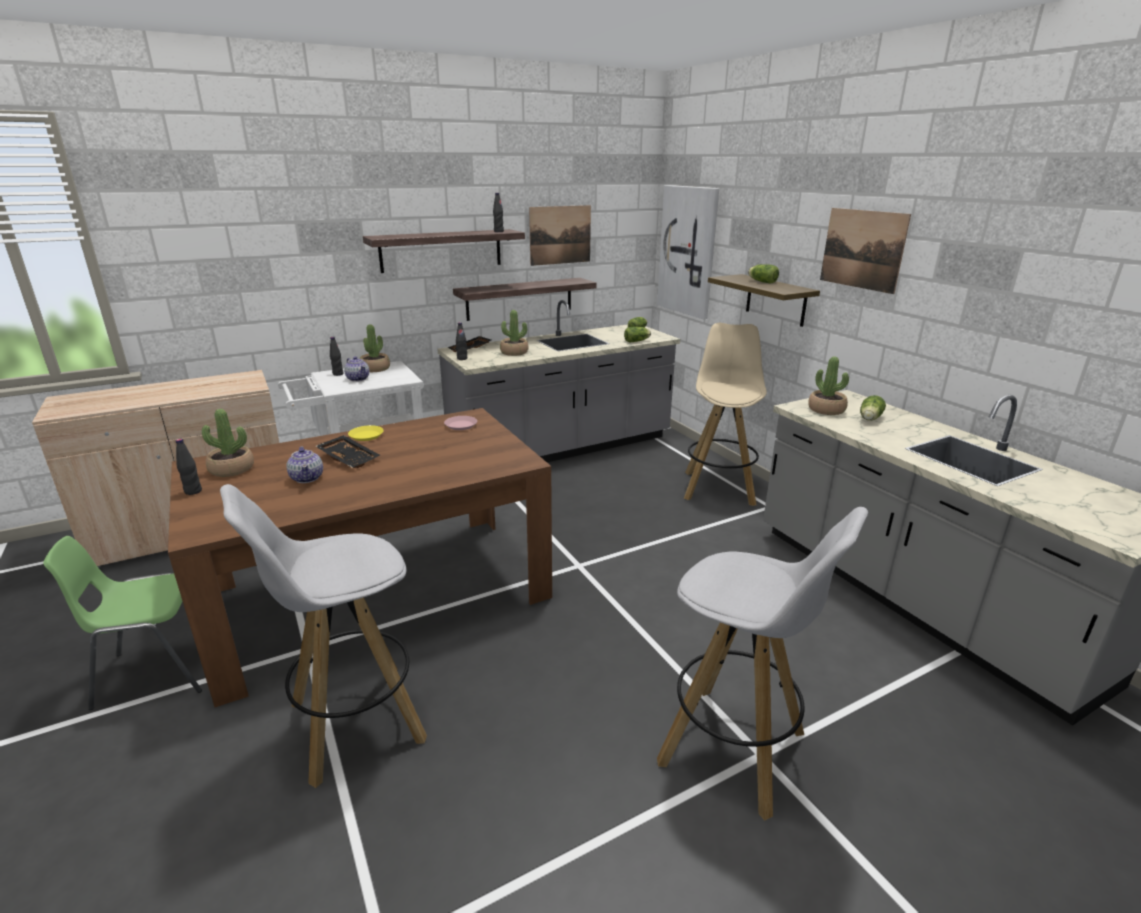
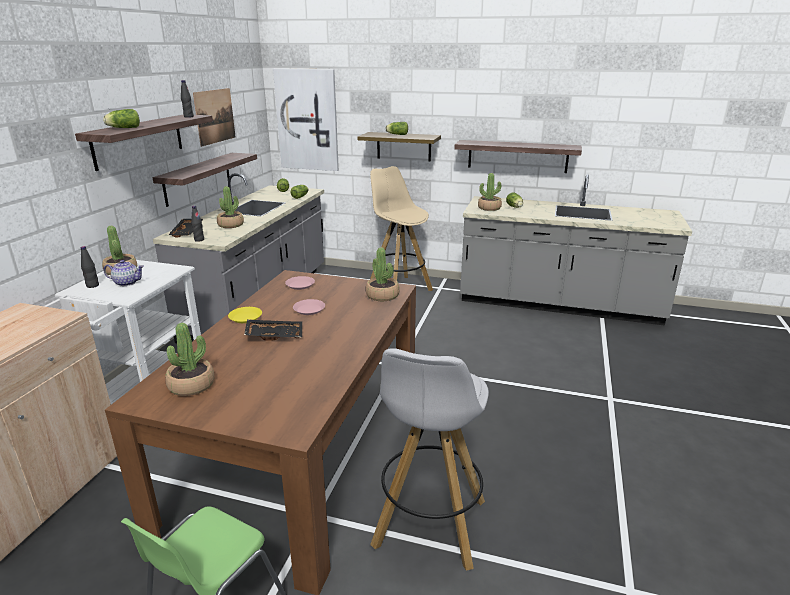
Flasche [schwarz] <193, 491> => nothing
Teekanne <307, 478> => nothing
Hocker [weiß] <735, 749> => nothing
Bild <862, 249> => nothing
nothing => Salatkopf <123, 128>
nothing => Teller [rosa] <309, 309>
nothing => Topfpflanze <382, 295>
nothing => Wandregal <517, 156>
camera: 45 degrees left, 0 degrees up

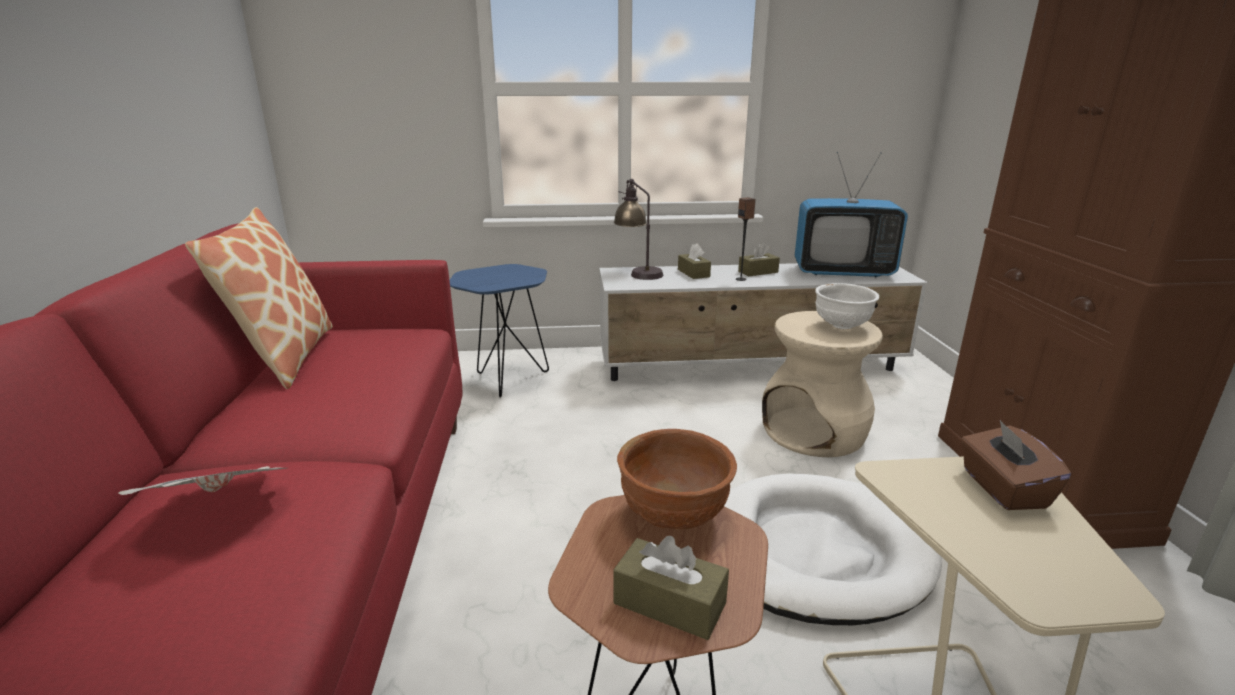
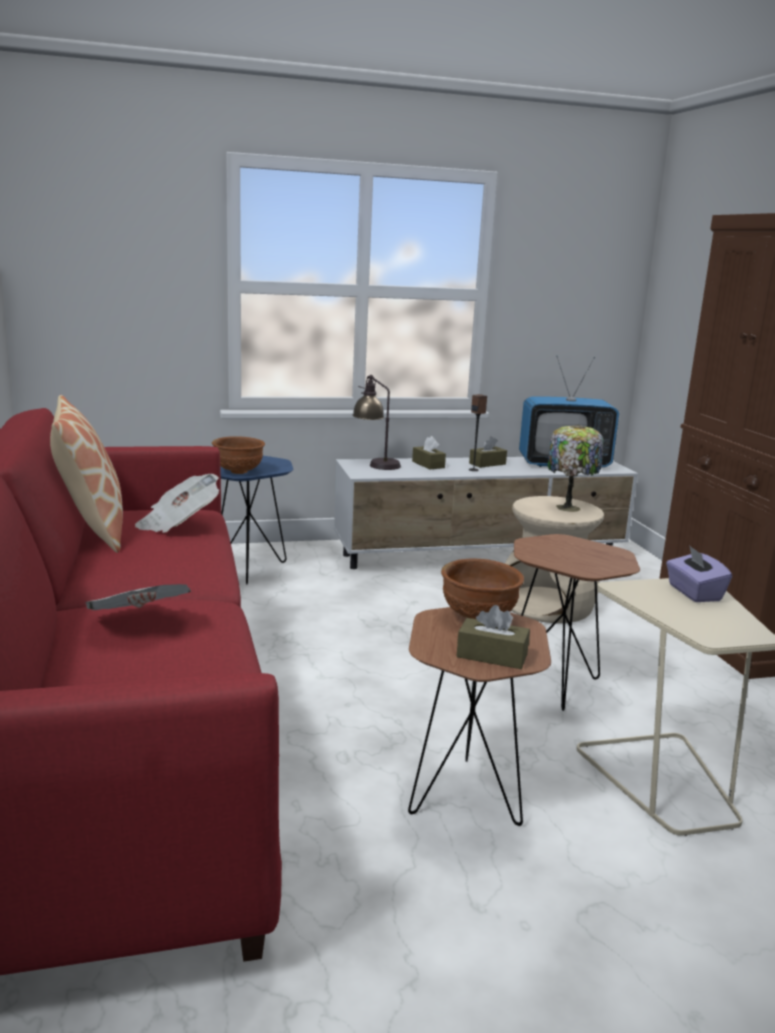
Hundebett [weiß] <812, 552> => Beistelltisch [braun] <558, 686>
Schüssel [weiß] <842, 326> => Tischlampe <569, 507>
Taschentuchbox [braun] <1002, 489> => Taschentuchbox [lila] <693, 593>
nothing => Zeitung <178, 524>
nothing => Schüssel [braun] <239, 472>
camera: 10 degrees left, 5 degrees down

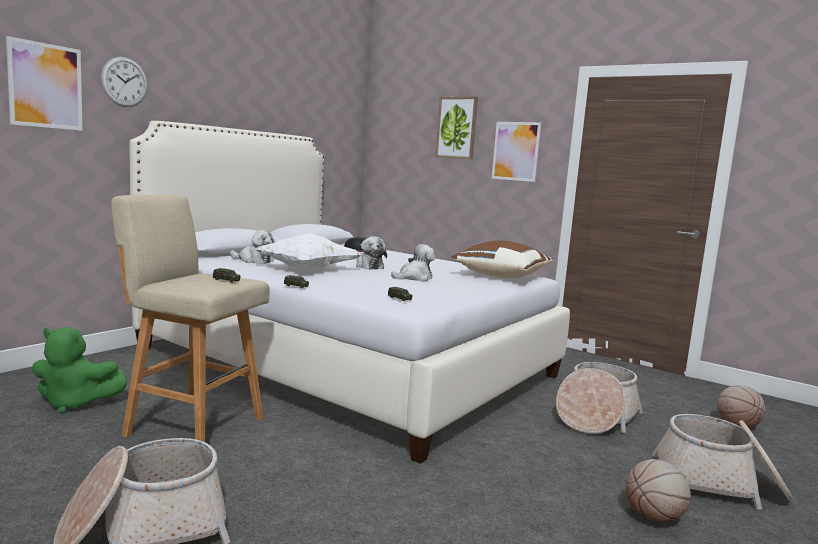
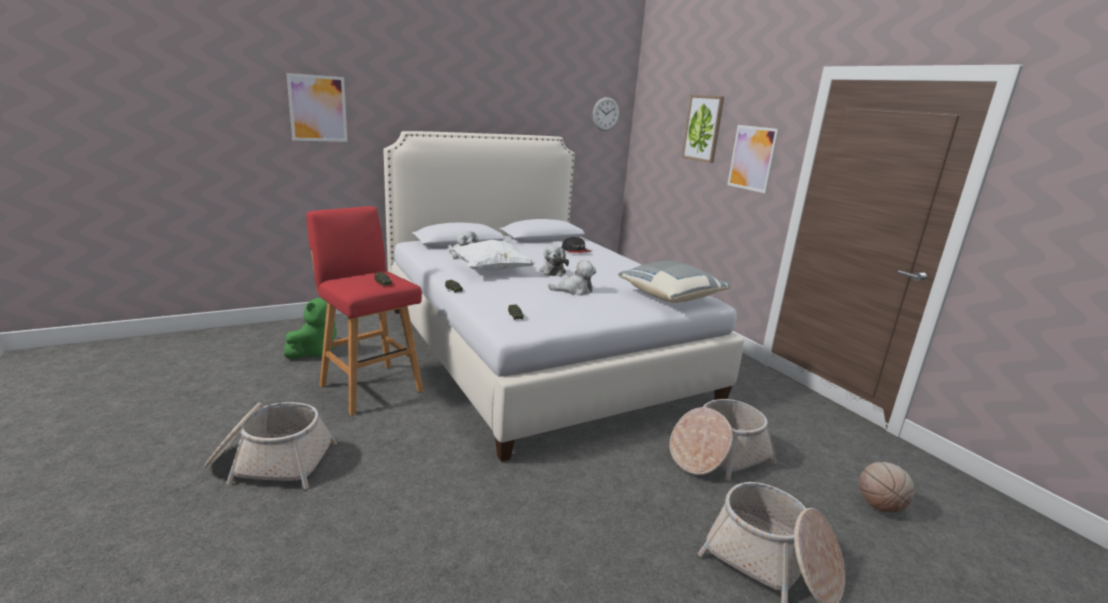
Plüschtier [grün] <75, 403> => Plüschtier [grün] <315, 352>, 90 degrees counterclockwise
Wanduhr <124, 82> => Wanduhr <605, 114>, move
Hocker [beige] <192, 426> => Hocker [rot] <369, 387>
Kissen [braun] <501, 276> => Kissen [grau] <670, 297>
Basketball <653, 518> => nothing
camera: 25 degrees right, 10 degrees up

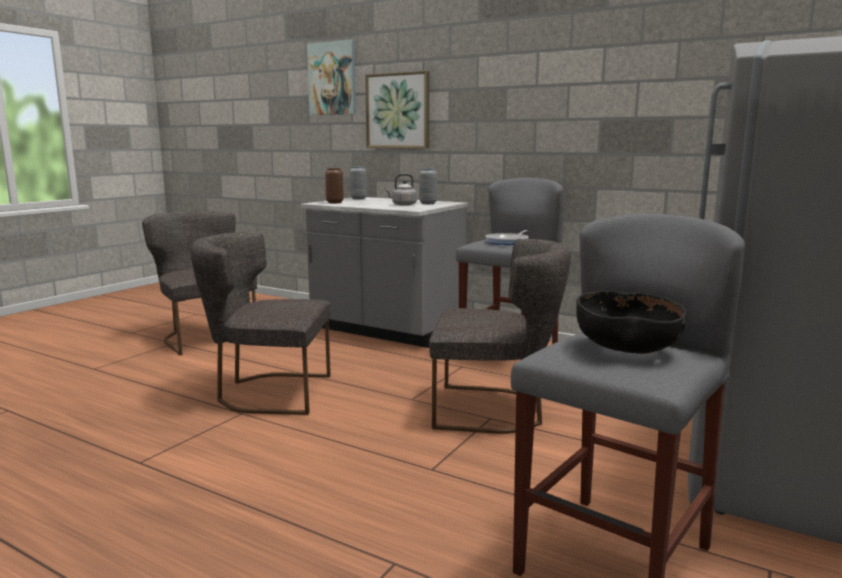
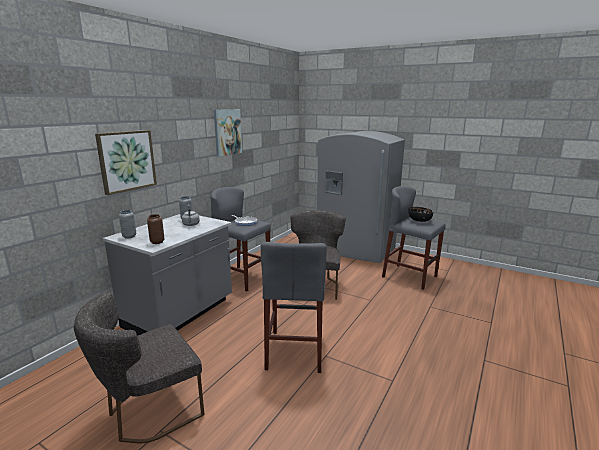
Stuhl [grau] <268, 393> => Hocker [grau] <295, 350>
Bild <332, 78> => Bild <227, 132>, move
camera: 90 degrees left, 5 degrees up

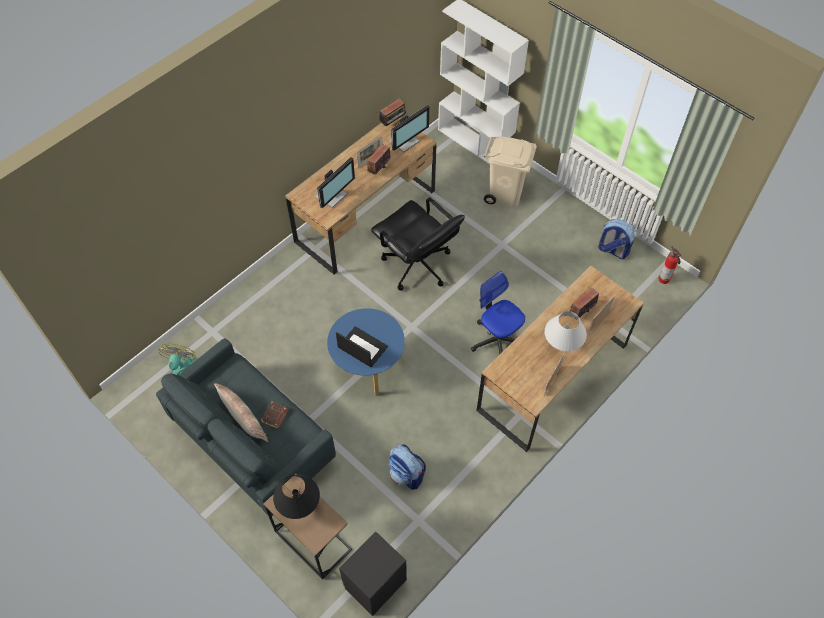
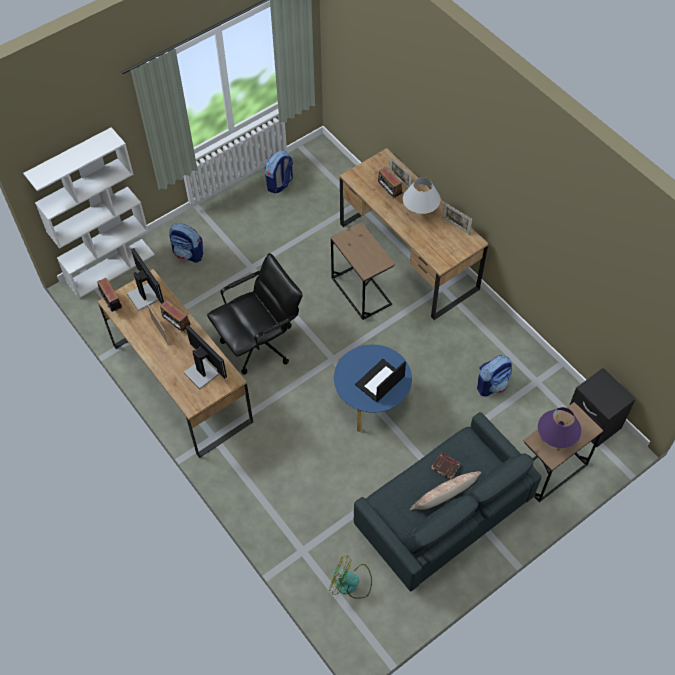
Tischlampe [schwarz] <299, 505> => Tischlampe [lila] <555, 439>
Bürostuhl <497, 339> => Beistelltisch [braun] <361, 291>
Mülleimer [beige] <505, 194> => Rucksack <188, 254>
Feuerlöscher <664, 279> => nothing
camera: 80 degrees left, 0 degrees up

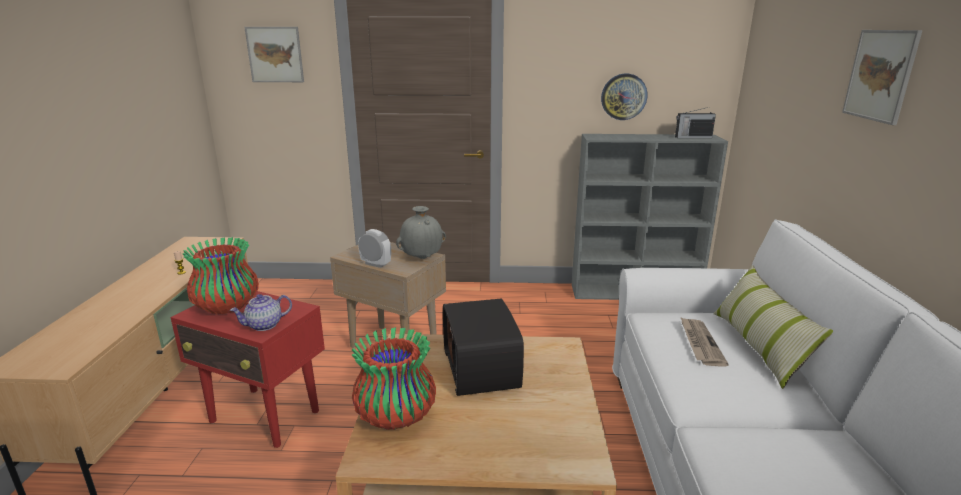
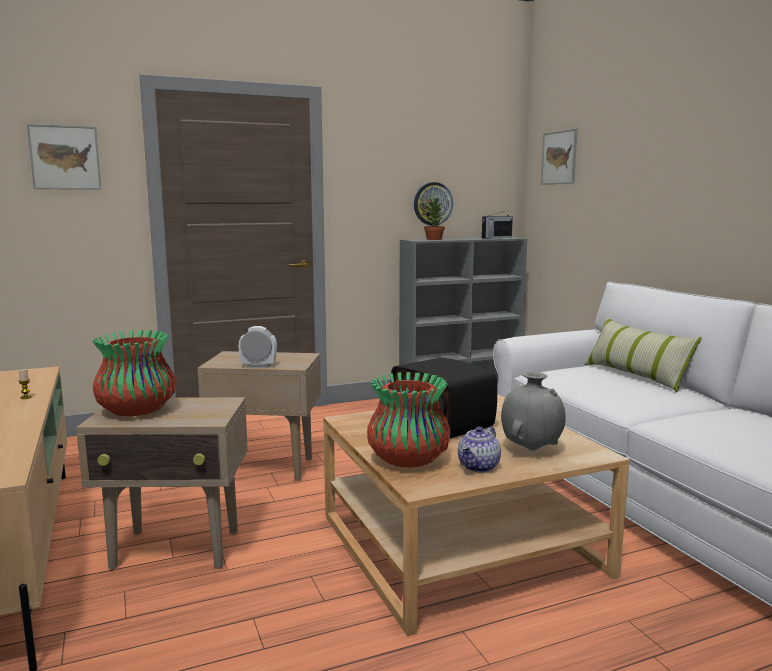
Beistelltisch [rot] <265, 417> => Beistelltisch [beige] <177, 550>
Teekanne <264, 325> => Teekanne <479, 467>, move
Vase [grau] <422, 258> => Vase [grau] <531, 449>, move
Zeitung <700, 343> => nothing
Bild <880, 75> => Bild <559, 157>, move
nothing => Topfpflanze <434, 239>
camera: 25 degrees left, 10 degrees down

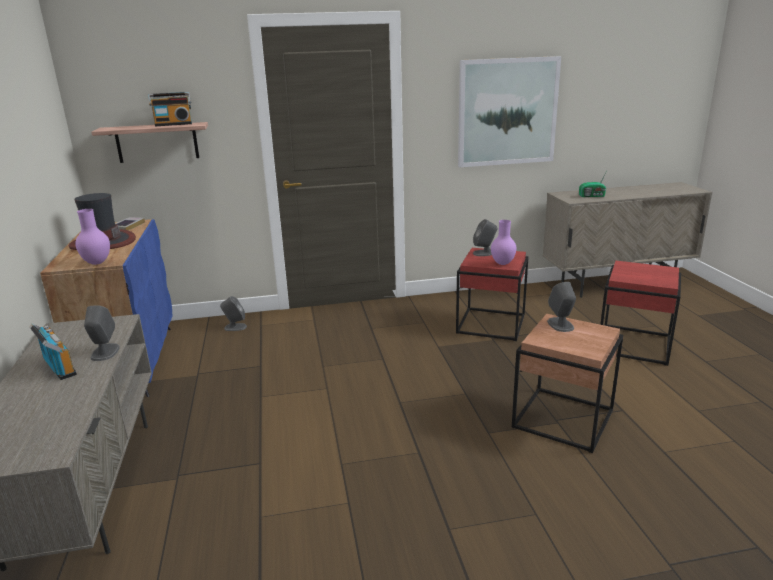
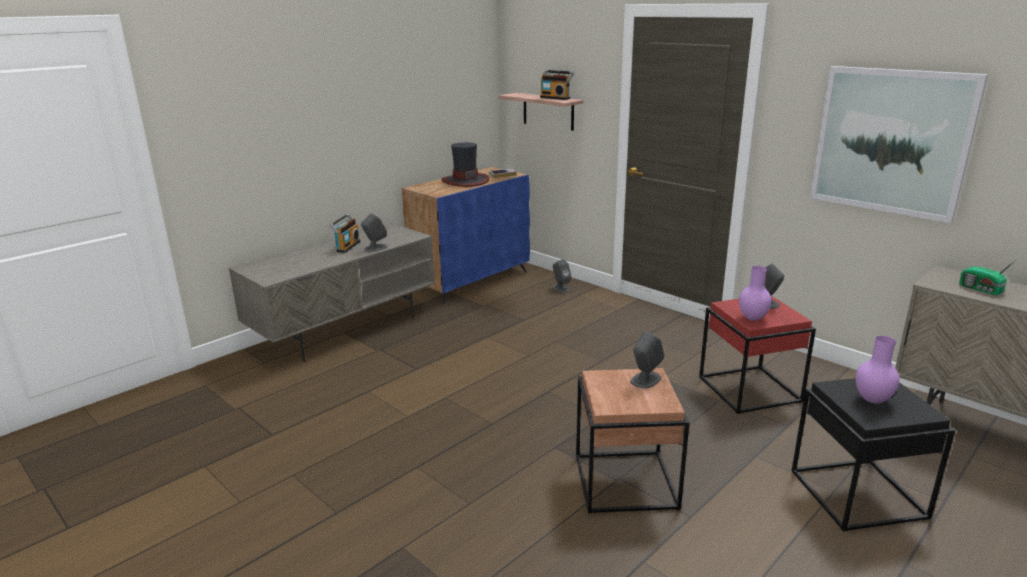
Vase [lila] <98, 262> => Vase [lila] <873, 400>, move
Beistelltisch [rot] <635, 344> => Beistelltisch [schwarz] <859, 495>
camera: 55 degrees right, 0 degrees up

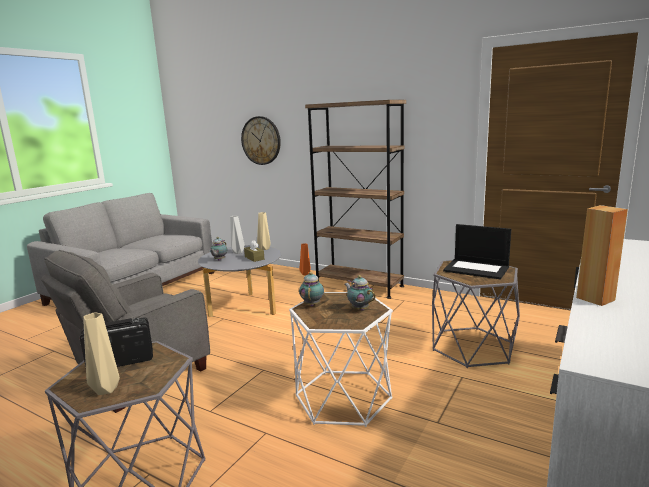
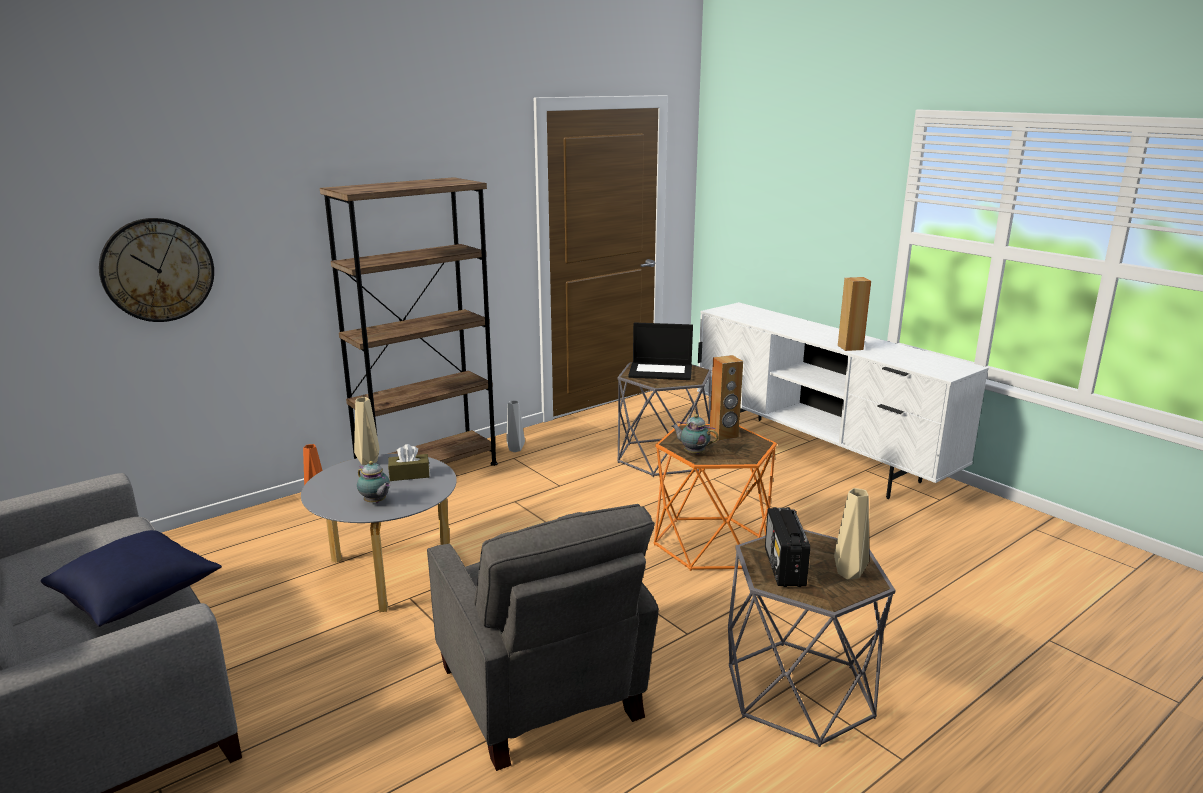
Vase [grau] <238, 252> => Vase [grau] <516, 449>, move
Beistelltisch [weiß] <342, 397> => Beistelltisch [orange] <710, 544>
Teekanne <359, 309> => Lautsprecher [braun] <724, 435>
Laptop <477, 269> => Laptop <661, 371>, 45 degrees clockwise
nothing => Kissen [blau] <137, 596>
camera: 70 degrees left, 5 degrees up

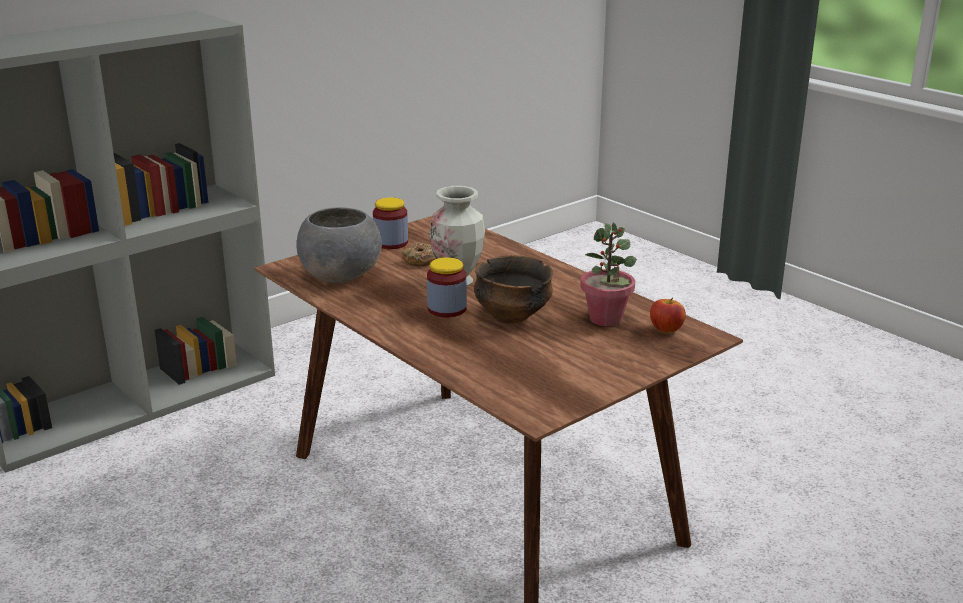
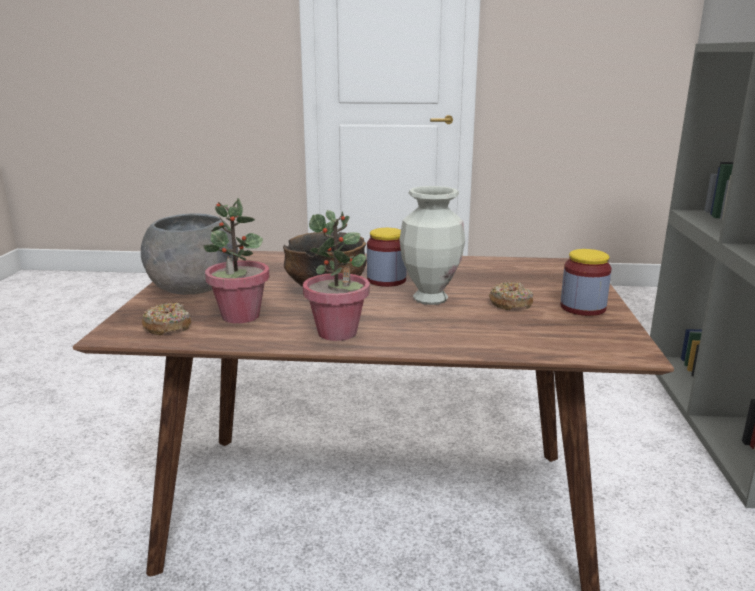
Schüssel [grau] <341, 274> => Schüssel [grau] <194, 289>, move
Apfel <666, 329> => Donut <167, 326>
nothing => Topfpflanze <338, 332>
camera: 135 degrees right, 5 degrees down

